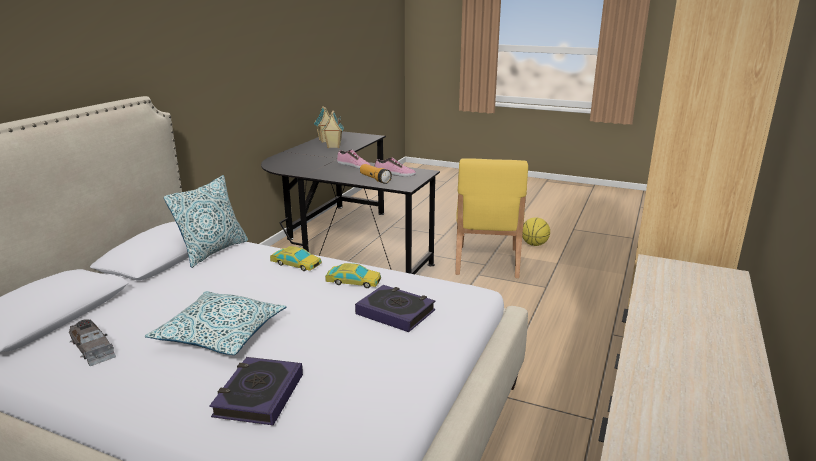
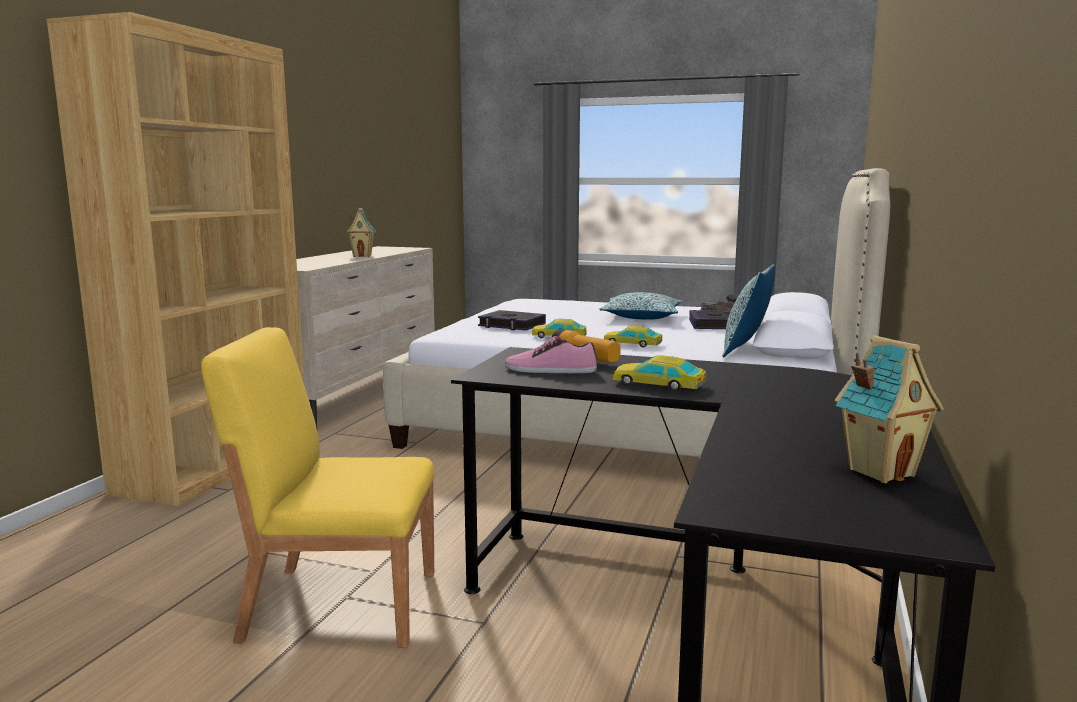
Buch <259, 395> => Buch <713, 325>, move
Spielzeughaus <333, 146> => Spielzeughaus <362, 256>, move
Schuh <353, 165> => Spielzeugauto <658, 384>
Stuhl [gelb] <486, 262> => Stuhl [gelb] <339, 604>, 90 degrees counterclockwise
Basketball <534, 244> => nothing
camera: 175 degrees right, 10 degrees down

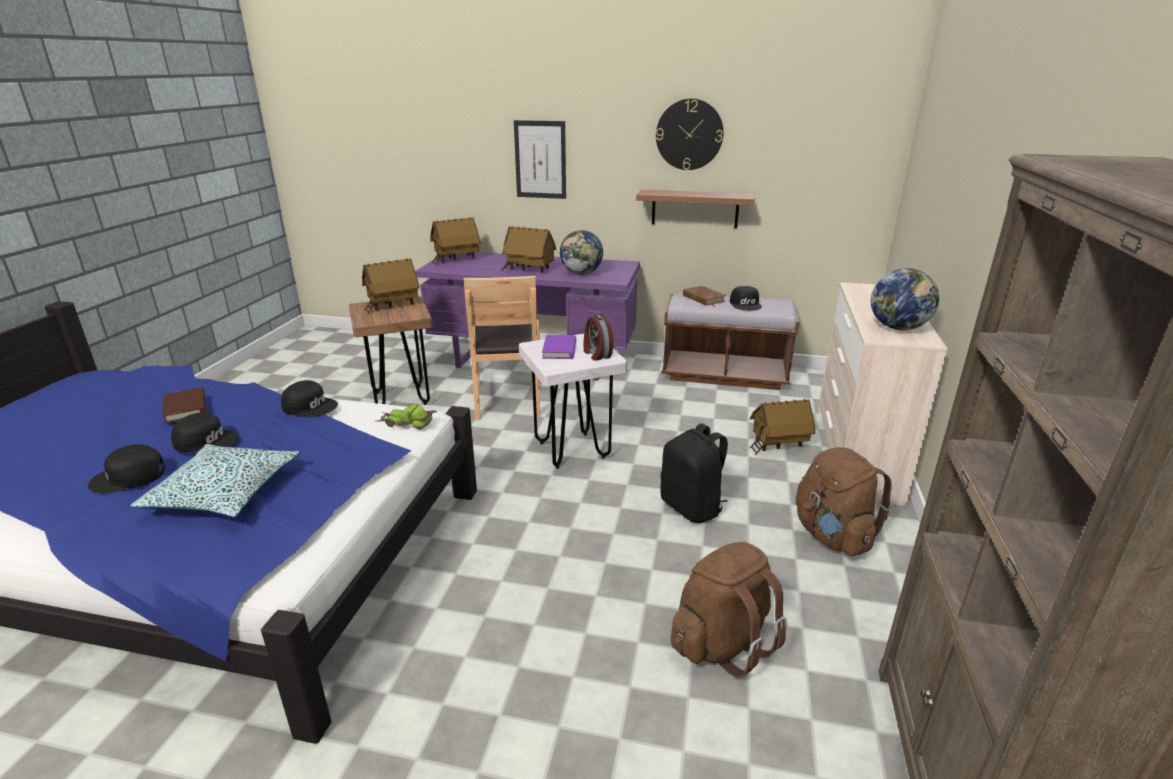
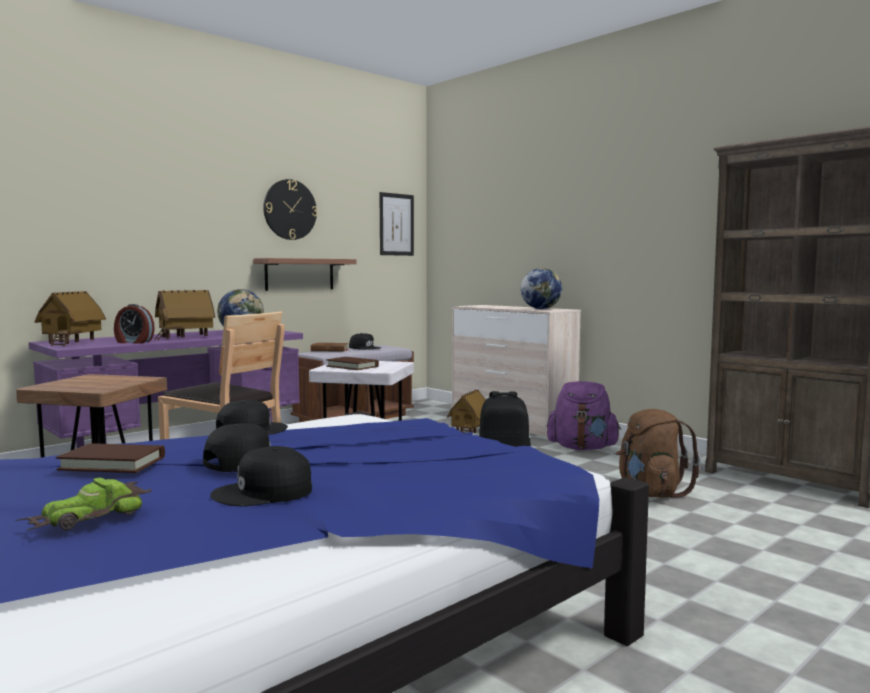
Kappe [schwarz] <129, 477> => Kappe [schwarz] <264, 492>, 60 degrees clockwise
Kissen <224, 493> => nothing
Spielzeughaus <392, 306> => nothing
Spielzeugauto <407, 423> => Spielzeugauto <89, 517>, move
Bild <540, 160> => Bild <396, 224>, move
Buch [lila] <559, 350> => Buch [braun] <352, 366>
Wecker <596, 354> => Wecker <133, 342>, move
Rucksack [braun] <832, 536> => Rucksack [lila] <582, 448>
camera: 55 degrees left, 20 degrees down

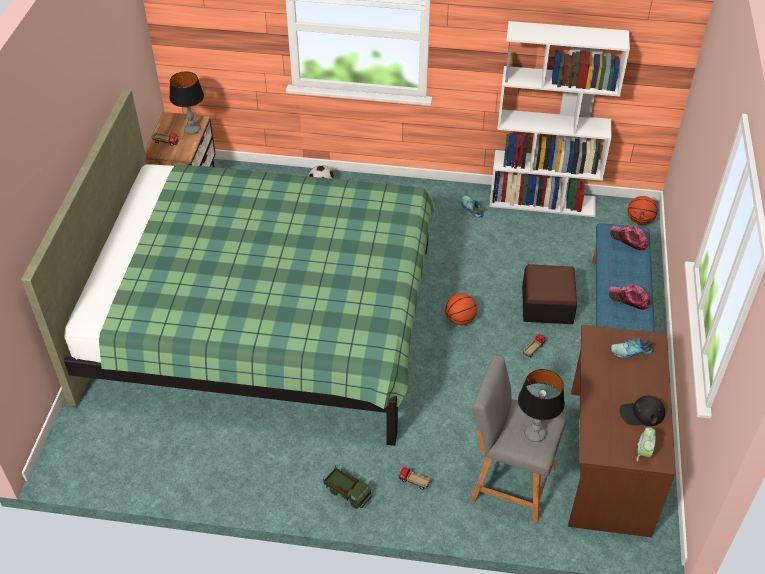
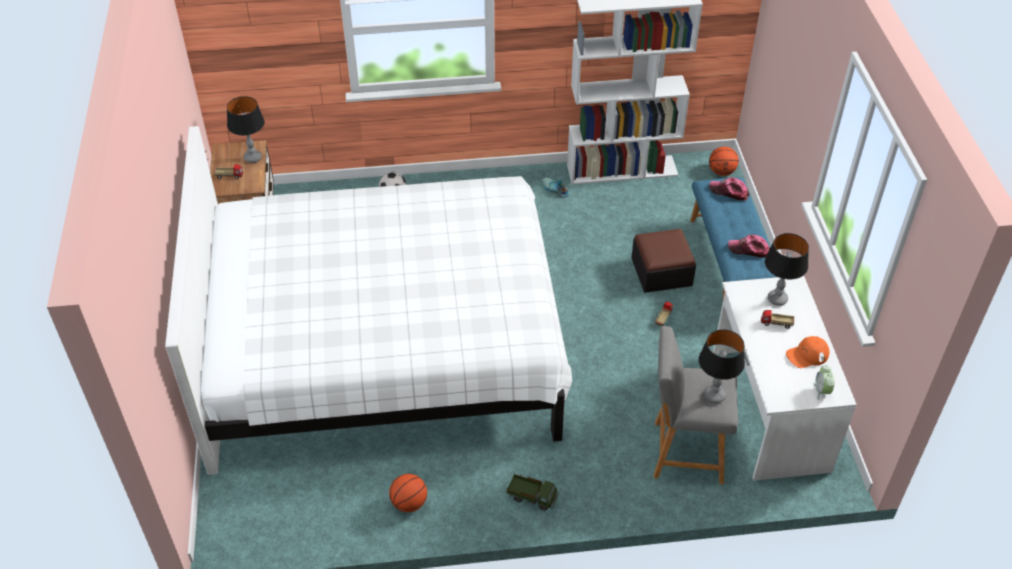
Bett [grün] <263, 321> => Bett [weiß] <382, 344>
Spielzeuglaster <413, 482> => Spielzeuglaster <776, 324>, move
Basketball <460, 319> => Basketball <409, 503>, move
Schreibtisch [braun] <607, 460> => Schreibtisch [weiß] <767, 409>
Schuh <631, 352> => Tischlampe <777, 299>
Kappe [schwarz] <641, 413> => Kappe [orange] <807, 355>
camera: 15 degrees left, 0 degrees up

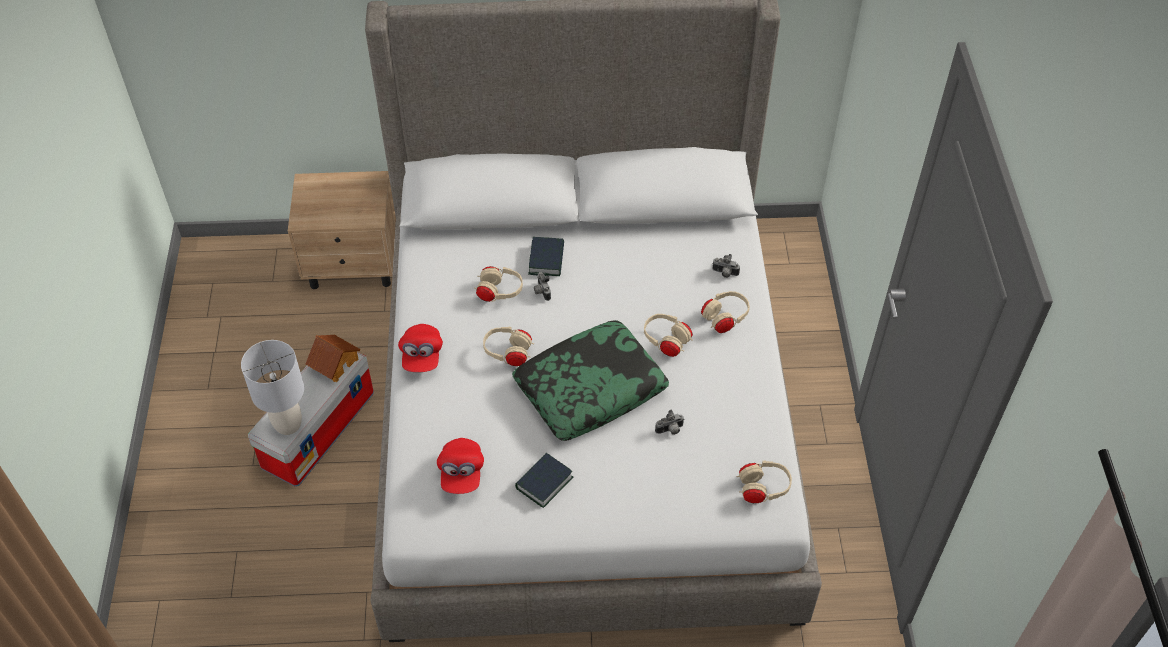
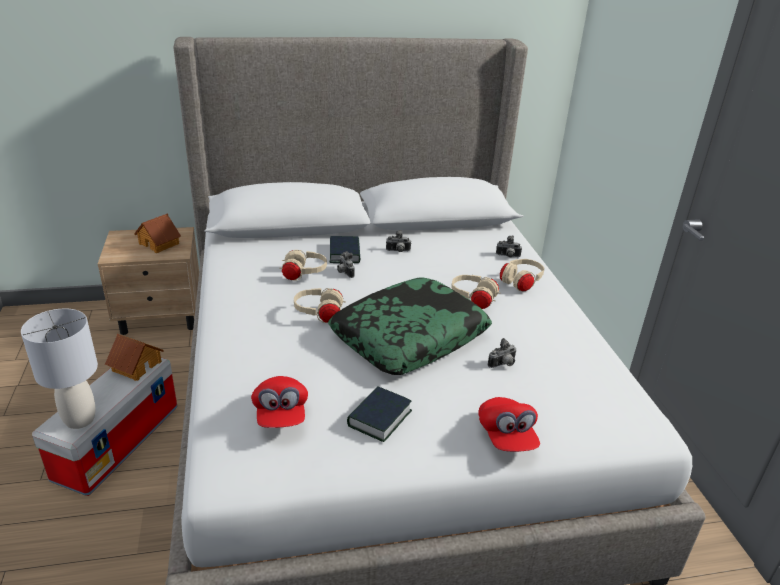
Kappe [rot] <422, 356> => Kappe [rot] <506, 437>, move
Kopfhörer [beige] <762, 489> => nothing
nothing => Spielzeughaus <159, 243>
nothing => Kamera <398, 251>
camera: 10 degrees left, 20 degrees down

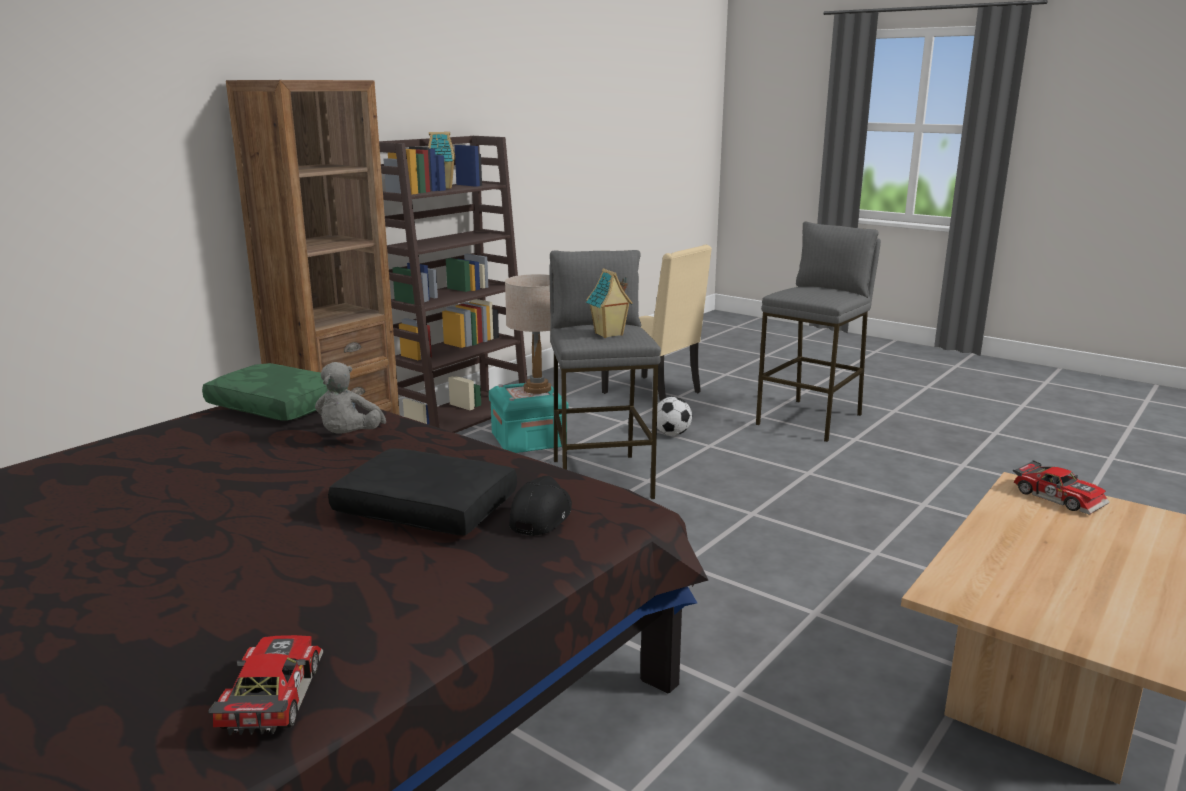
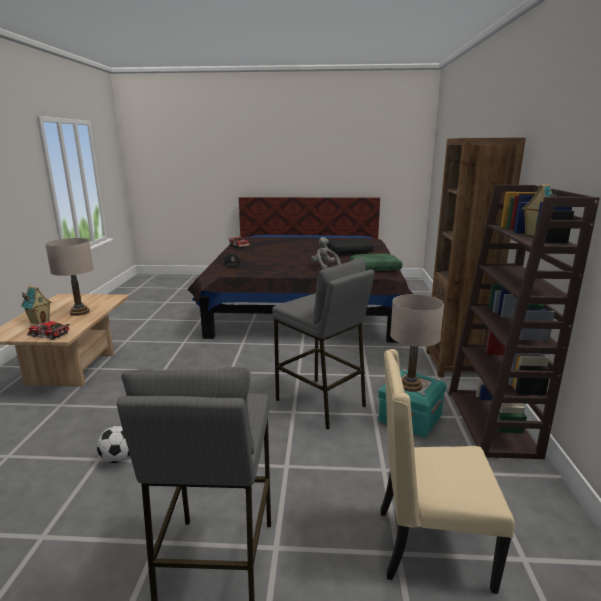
Kissen [schwarz] <423, 509> => Kissen [schwarz] <349, 252>, move
Spielzeughaus <609, 334> => Spielzeughaus <40, 321>, move
Fußball <672, 434> => Fußball <118, 458>, move
nothing => Tischlampe [beige] <79, 312>
camera: 145 degrees right, 0 degrees up

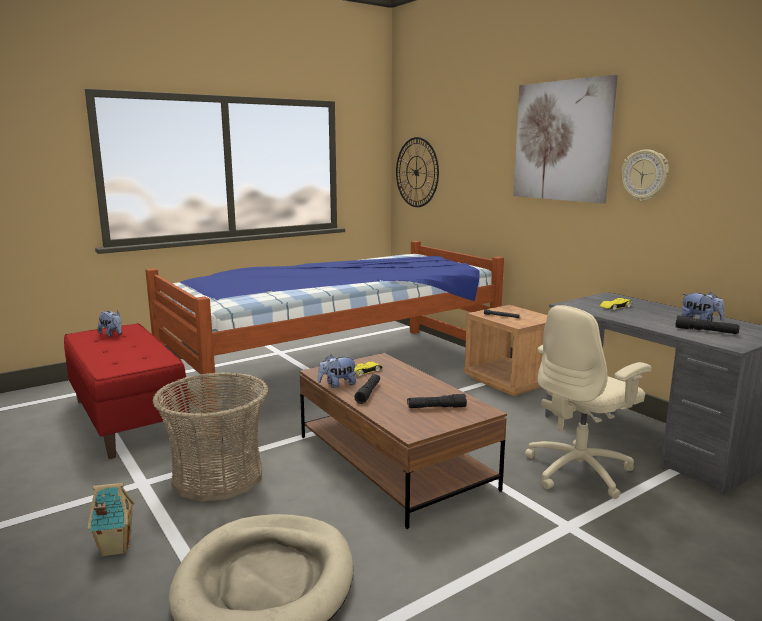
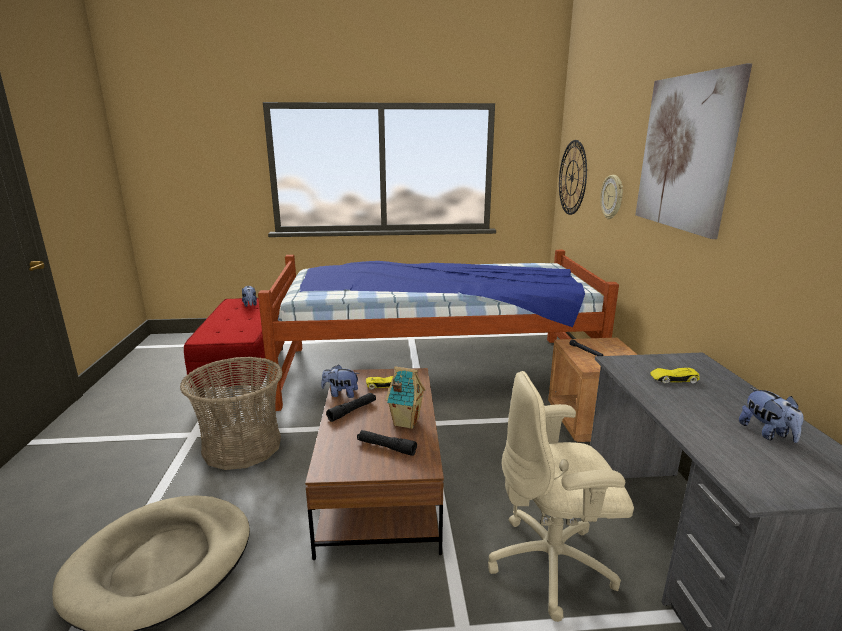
Spielzeughaus <115, 548> => Spielzeughaus <405, 422>, move
Wanduhr <645, 175> => Wanduhr <612, 197>, move
Taschenlampe [schwarz] <706, 331> => nothing
camera: 30 degrees right, 5 degrees up

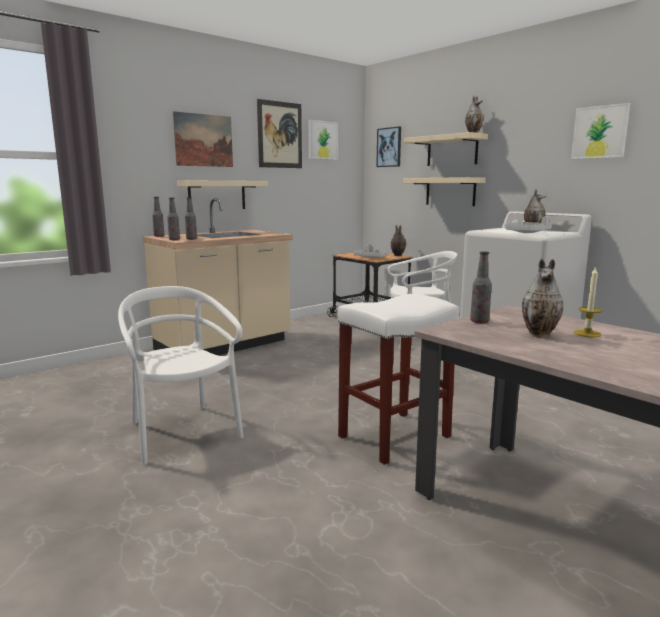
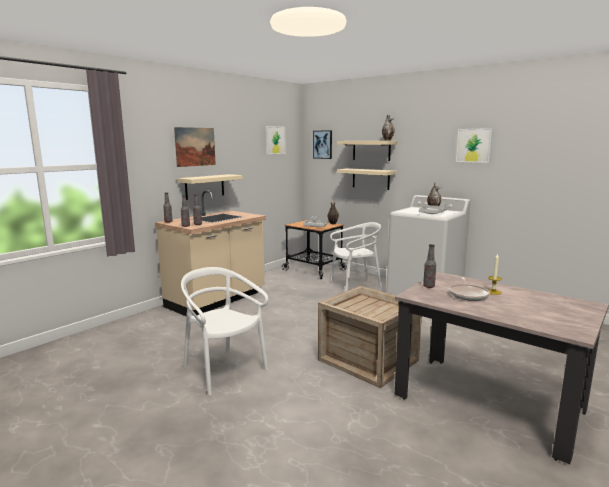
Bild <280, 135> => nothing
Hocker [weiß] <395, 436> => Kiste <367, 359>
Vase <540, 334> => Pfanne <468, 294>
camera: 10 degrees left, 0 degrees up

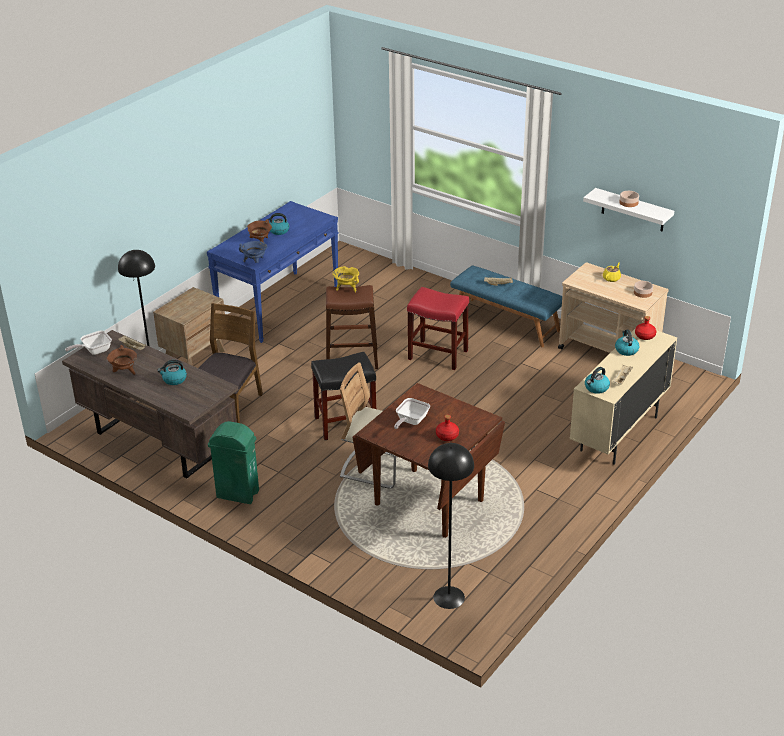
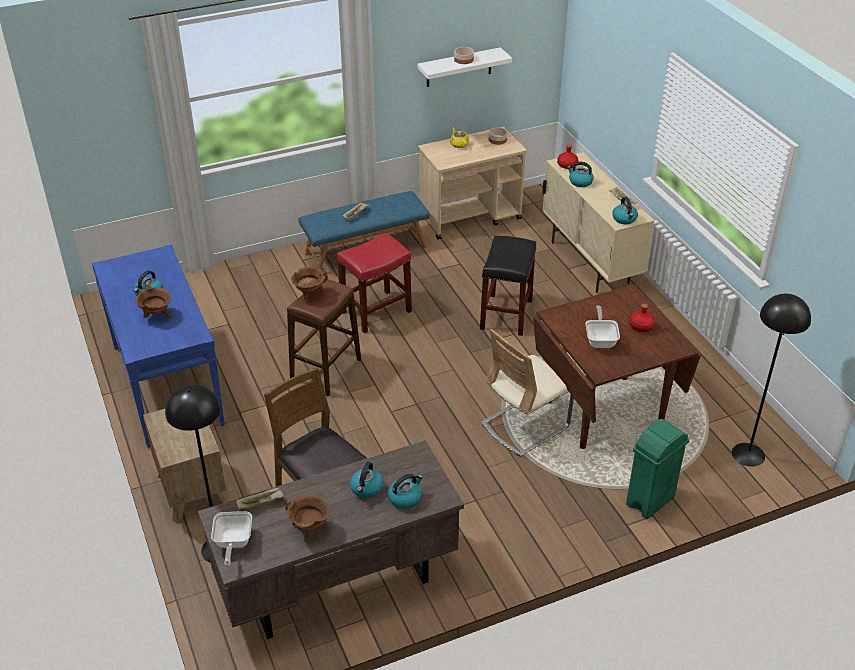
Mülleimer [grün] <237, 494> => Mülleimer [grün] <649, 501>, move
Kochtopf [blau] <255, 262> => nothing
Hocker [schwarz] <345, 424> => Hocker [schwarz] <506, 315>, move
Kochtopf [gelb] <346, 288> => Kochtopf [braun] <309, 294>
Pfanne <410, 421> => Pfanne <600, 339>, 150 degrees counterclockwise
nothing => Wasserkessel <405, 498>
camera: 60 degrees left, 5 degrees up

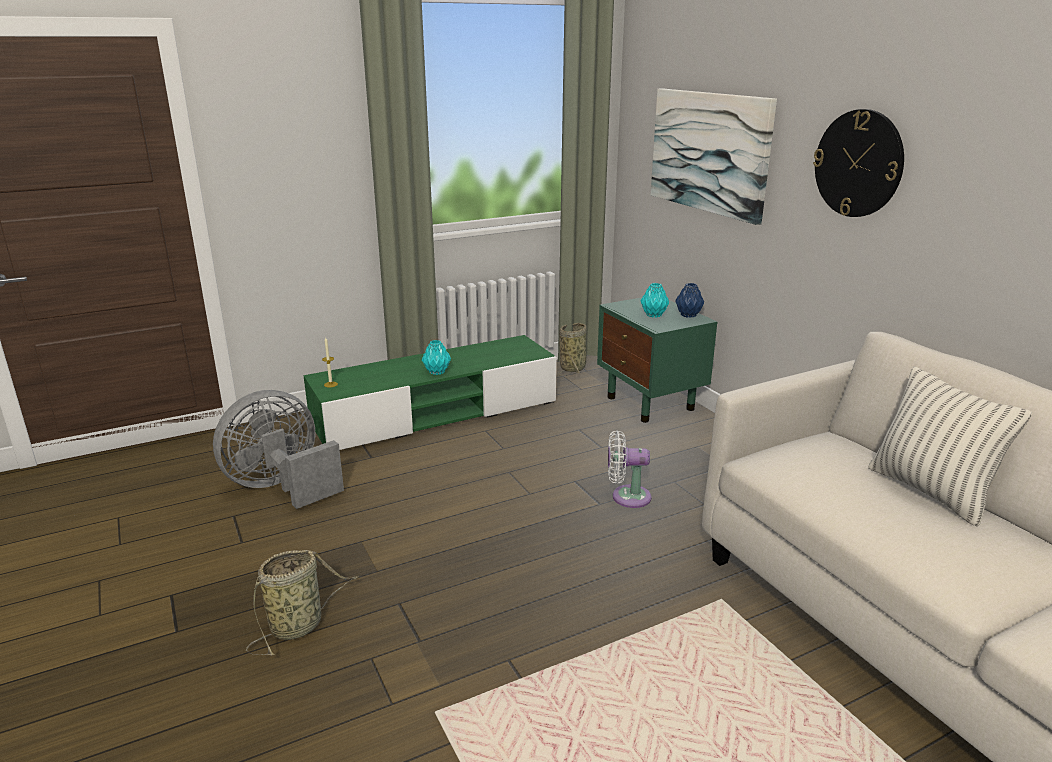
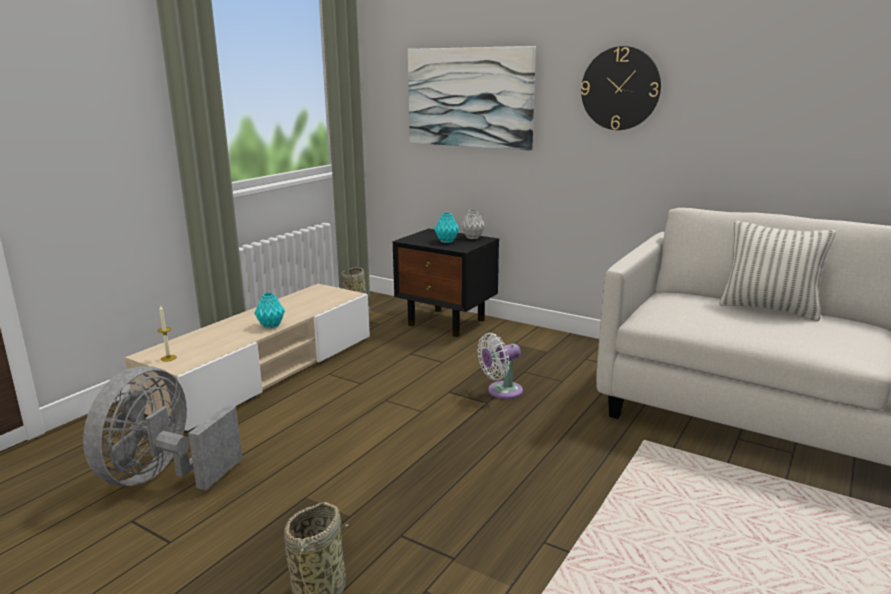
Fernsehschrank [grün] <436, 413> => Fernsehschrank [beige] <266, 371>
Nachttisch [grün] <651, 403> => Nachttisch [schwarz] <447, 322>
Vase [blau] <688, 315> => Vase [grau] <472, 237>
camera: 30 degrees left, 5 degrees down

